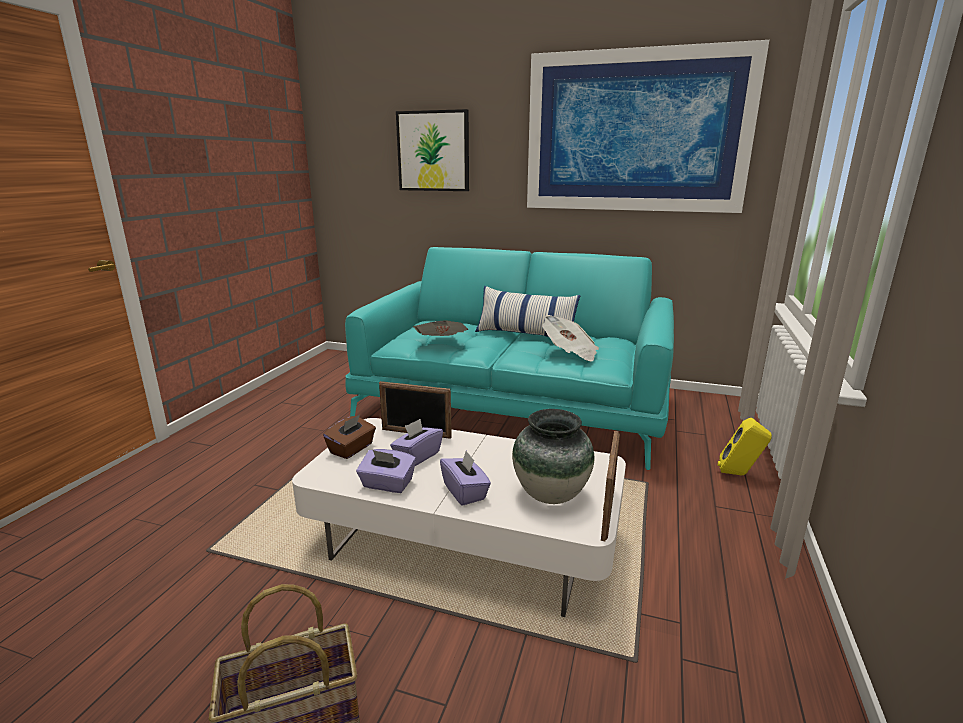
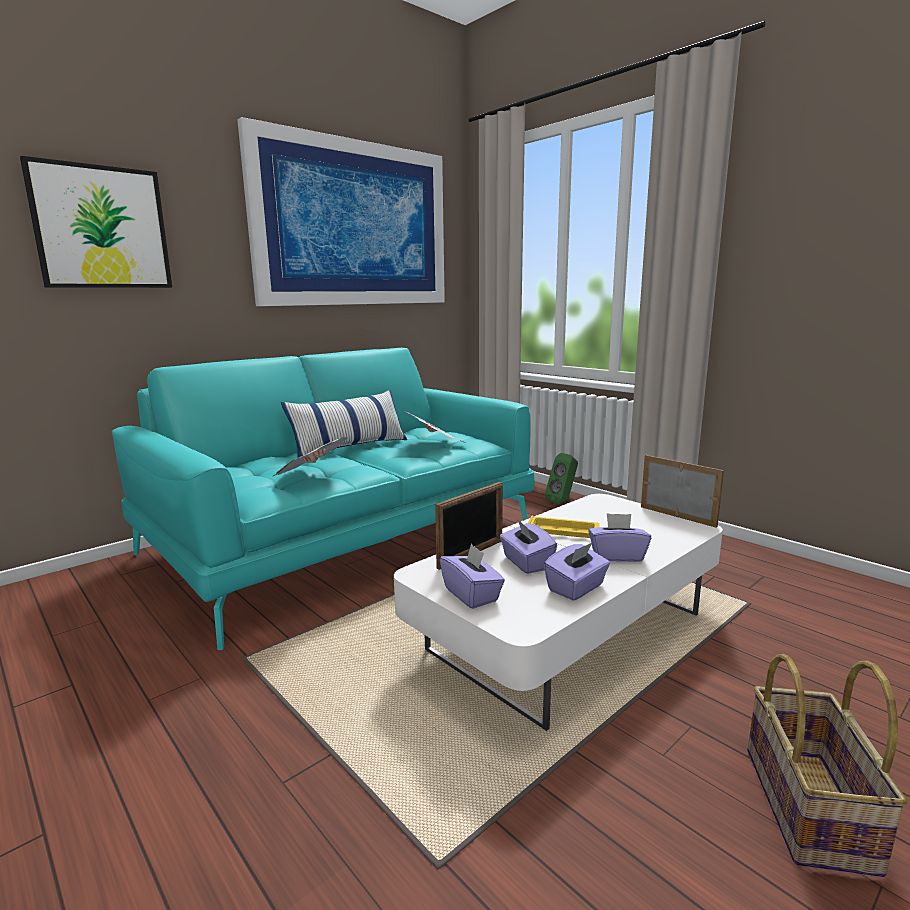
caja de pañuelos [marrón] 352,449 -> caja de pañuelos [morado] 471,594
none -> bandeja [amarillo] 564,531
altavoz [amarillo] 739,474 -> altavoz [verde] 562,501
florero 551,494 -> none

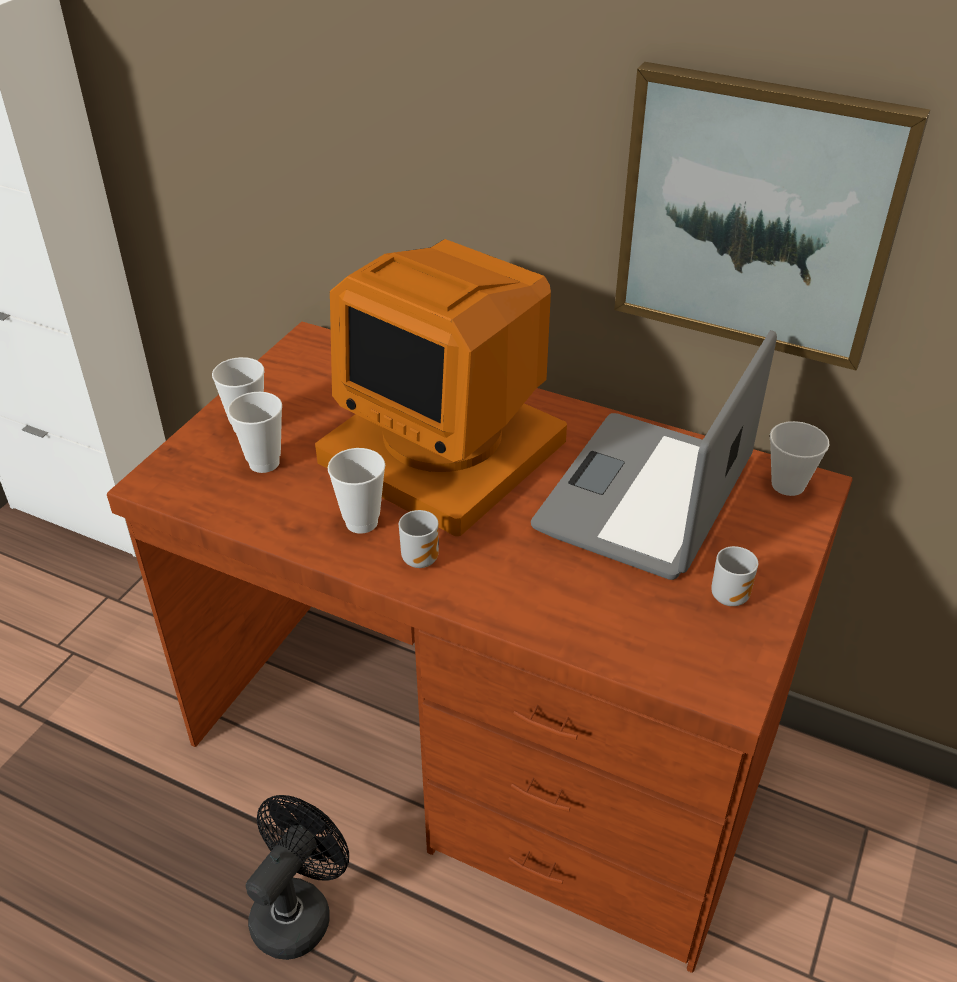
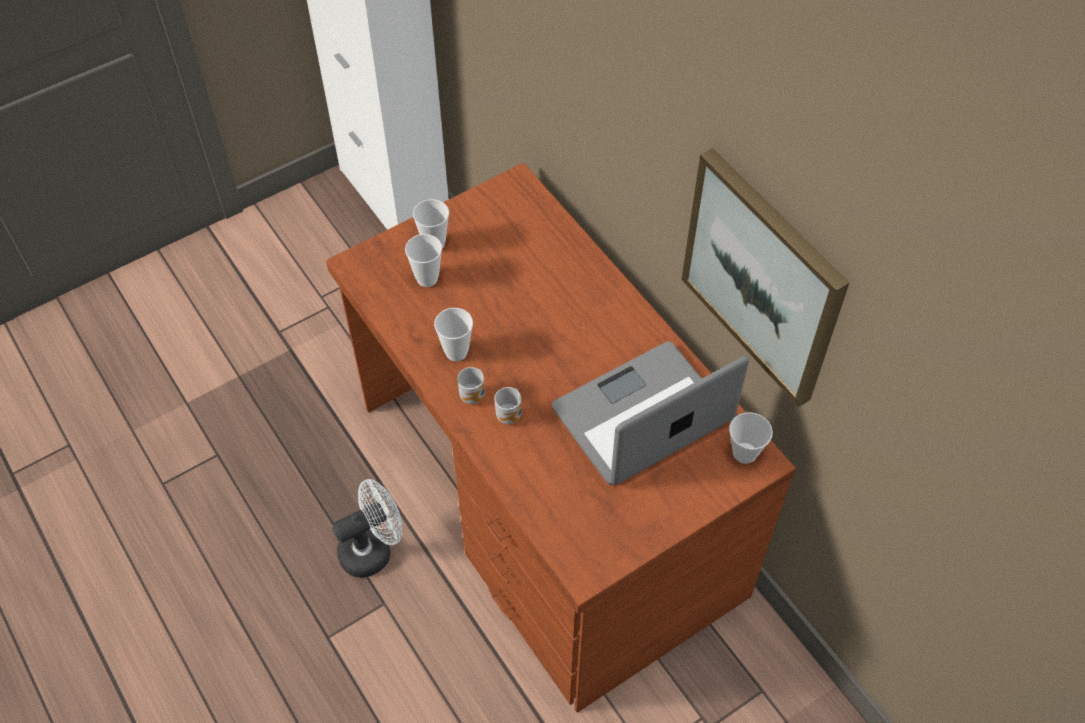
ventilador [negro] 298,909 -> ventilador [blanco] 373,549
taza grande 730,595 -> taza grande 510,415, moved
monitor 446,448 -> none

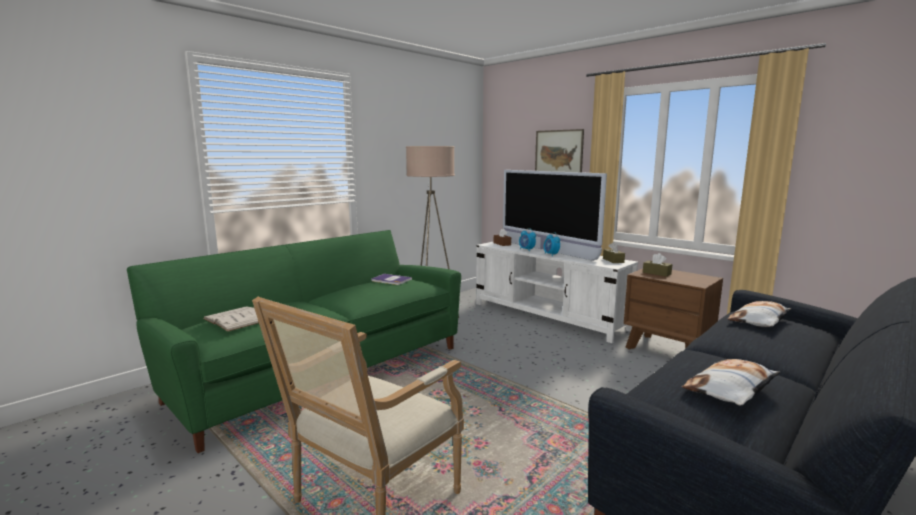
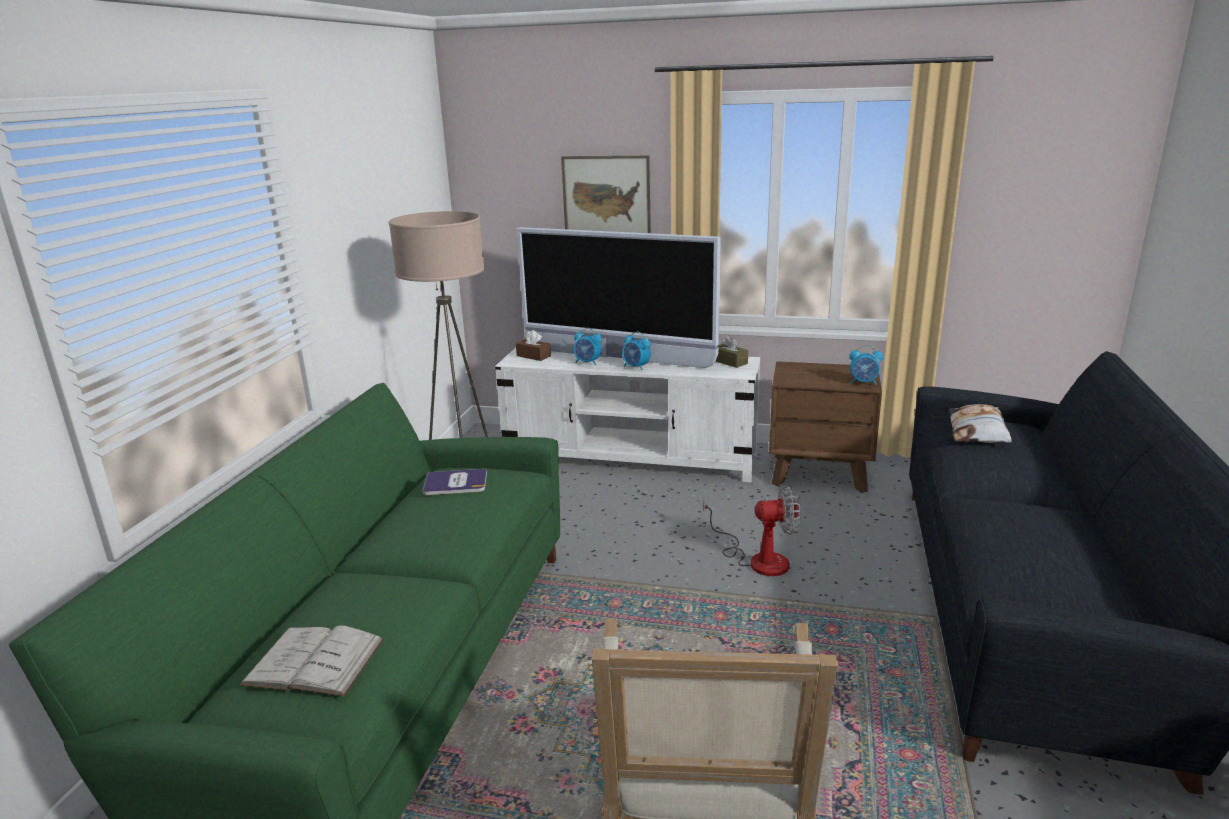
none -> ventilador 758,559
none -> despertador 863,382
caja de pañuelos [marrón] 656,273 -> none
cojín 731,389 -> none

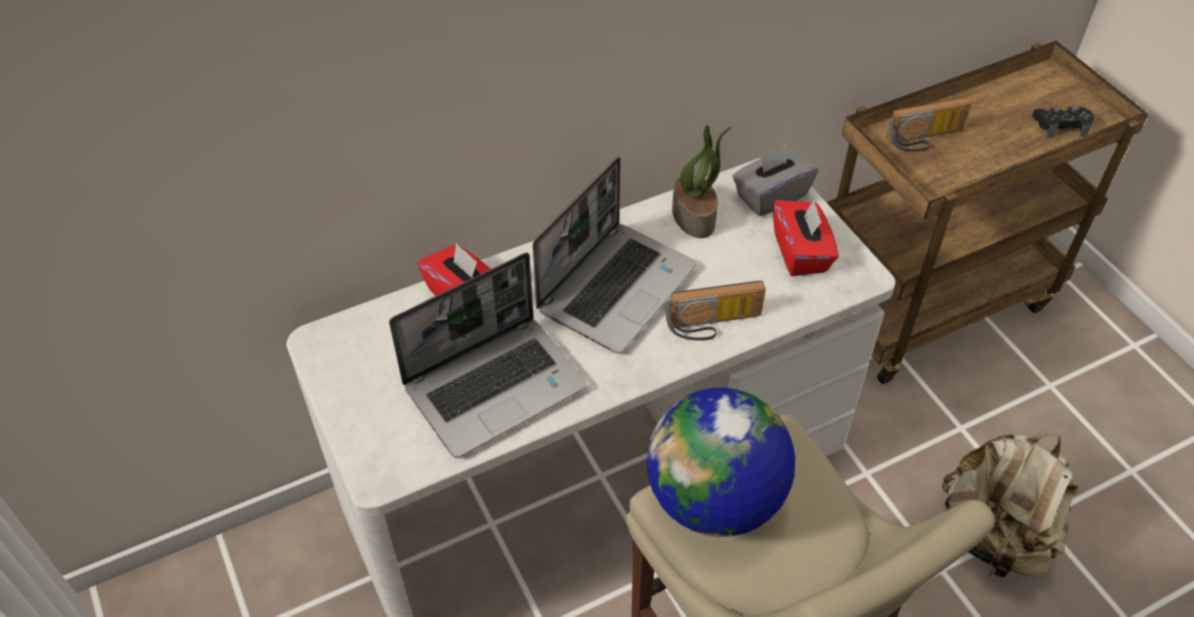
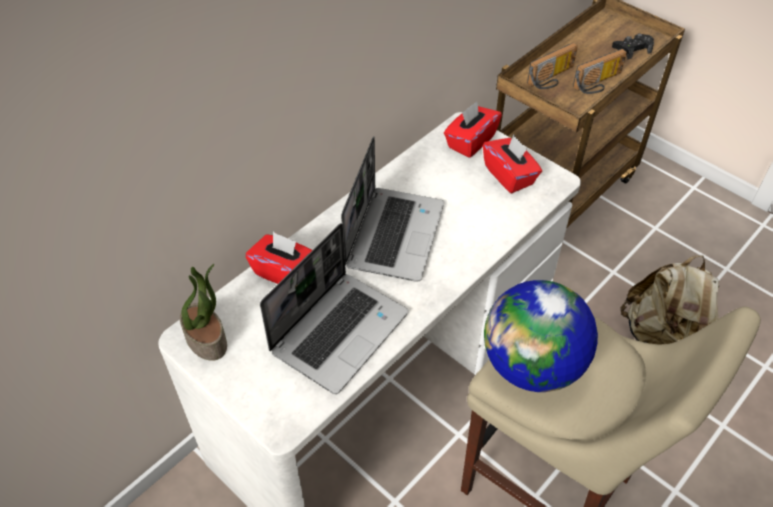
planta en maceta 695,216 -> planta en maceta 207,339, moved
caja de pañuelos [gris] 771,196 -> caja de pañuelos [rojo] 470,141
radio 714,325 -> radio 599,84, moved

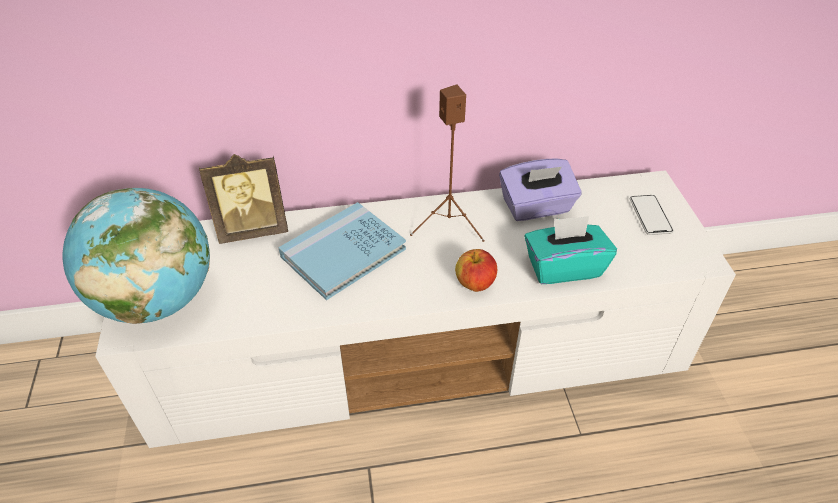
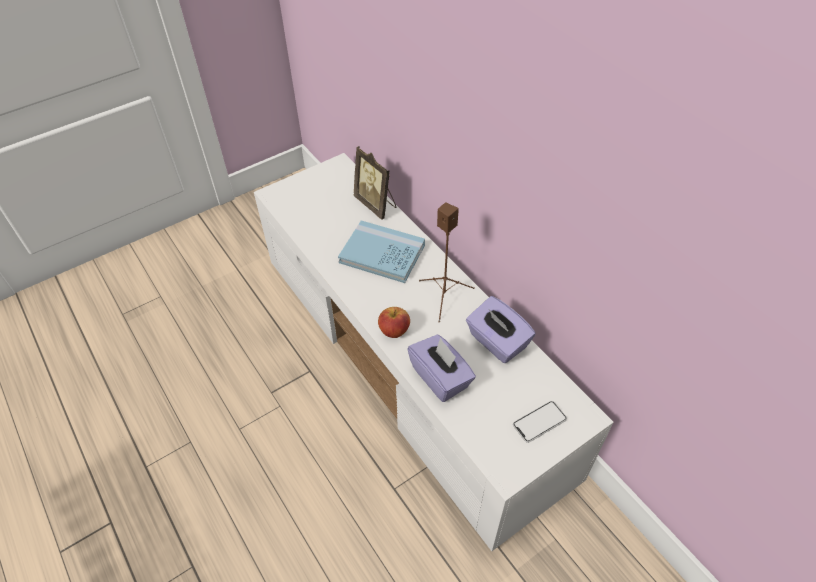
caja de pañuelos [turquesa] 563,267 -> caja de pañuelos [morado] 440,377
globo terráqueo 158,300 -> none

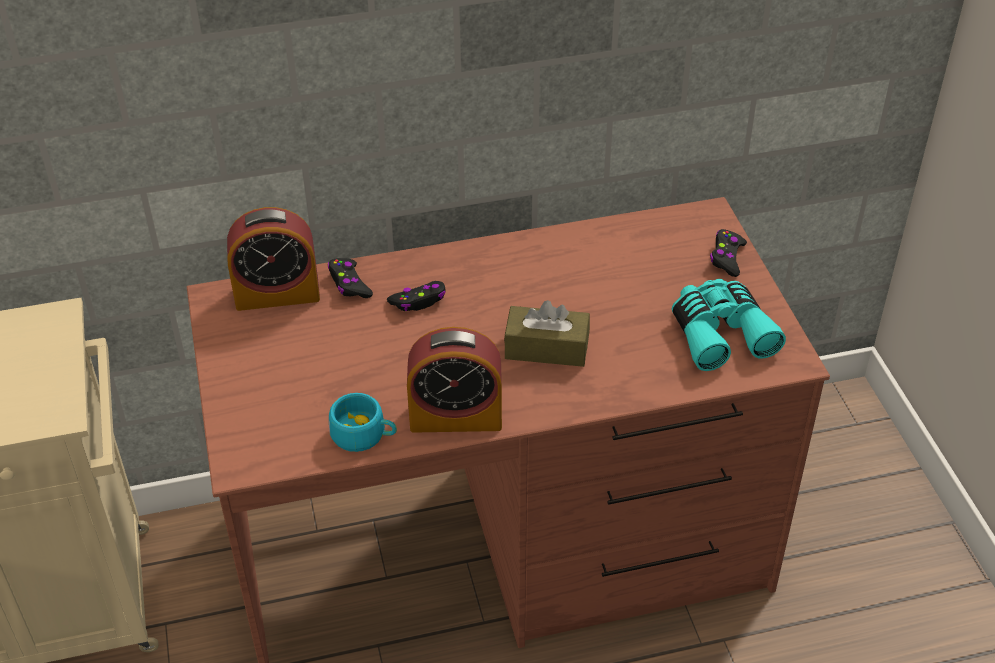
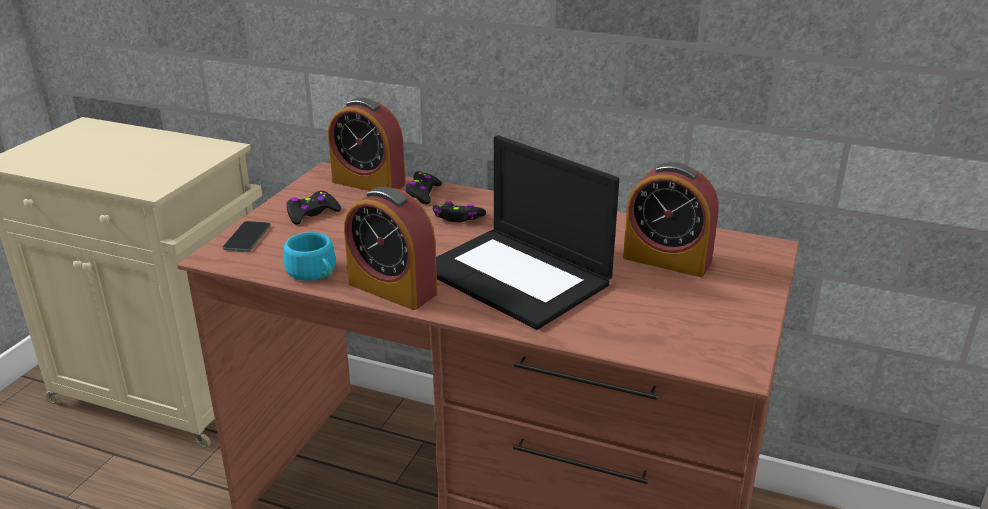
none -> móvil 247,237
mando de consola [negro] 727,258 -> mando de consola [negro] 312,214, moved
caja de pañuelos [marrón] 546,348 -> portátil 518,277
none -> despertador 667,260
prismáticos [turquesa] 720,333 -> none

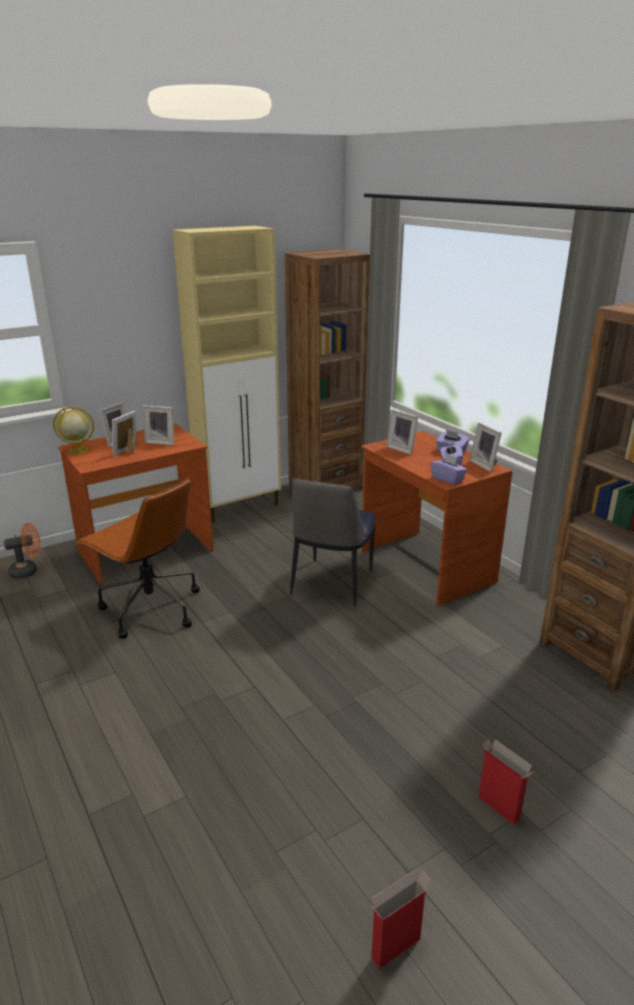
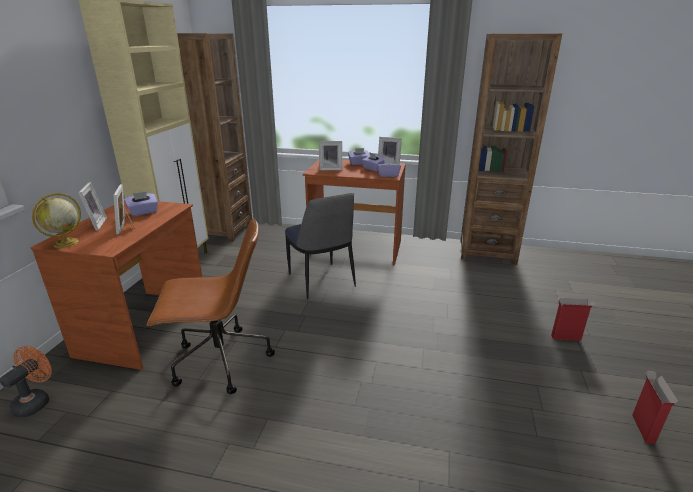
portarretratos 161,441 -> caja de pañuelos [morado] 143,212

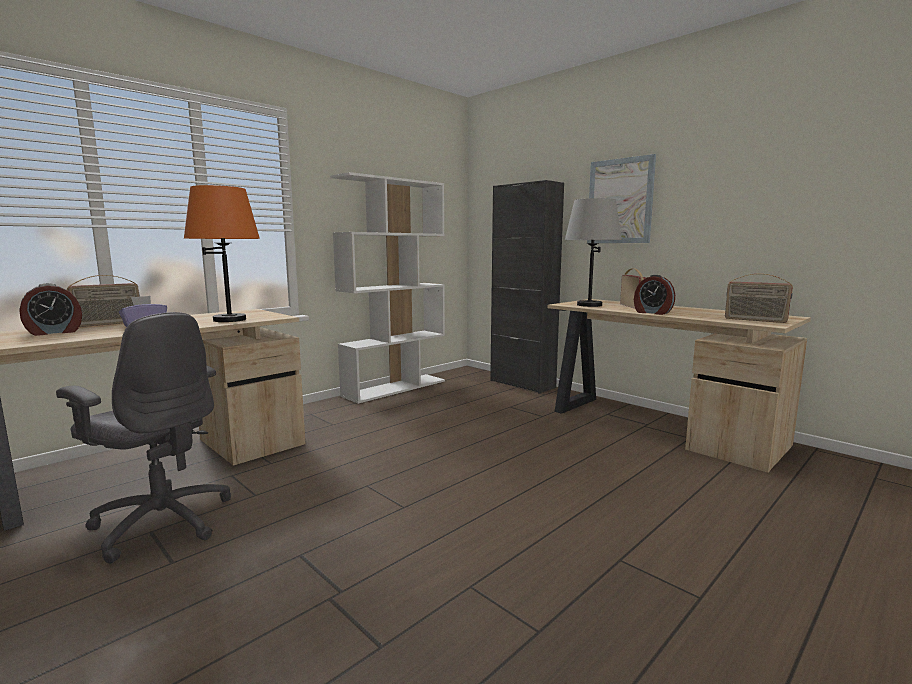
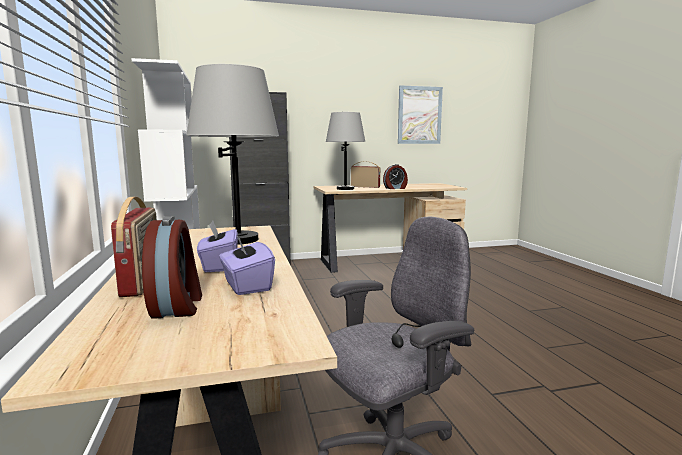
lámpara de mesa [naranja] 230,319 -> lámpara de mesa [gris] 238,240
none -> caja de pañuelos [morado] 246,285
cuadro 620,201 -> cuadro 419,115, moved
radio 755,320 -> none

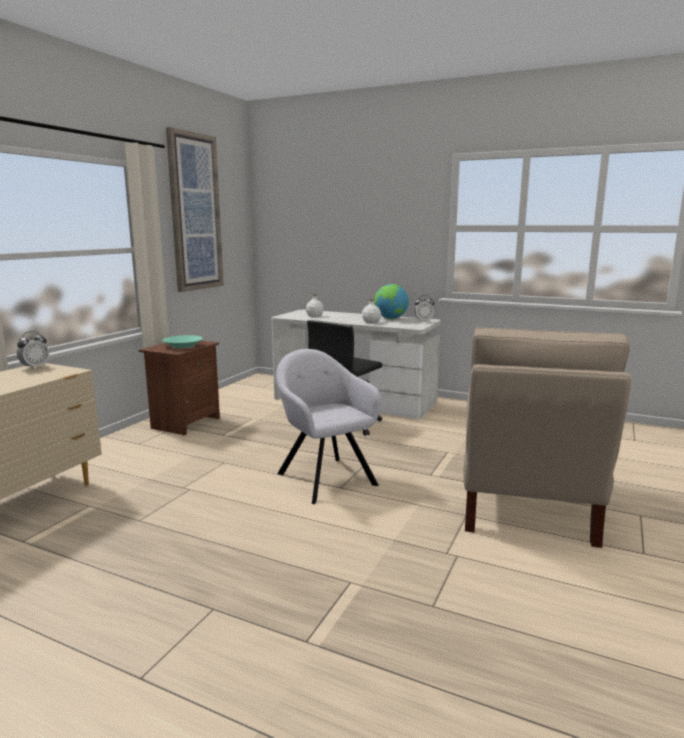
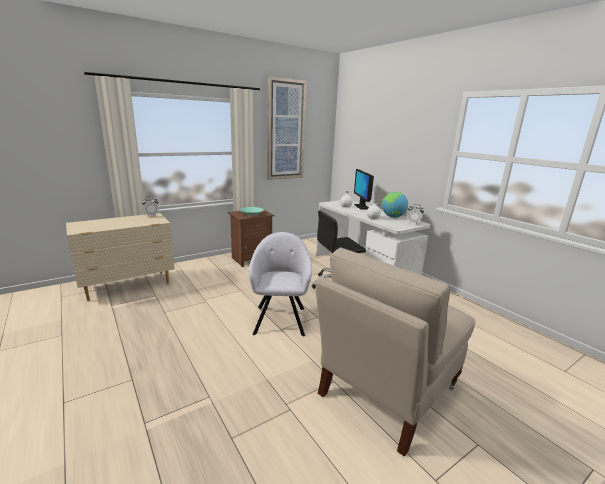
none -> monitor 362,207

